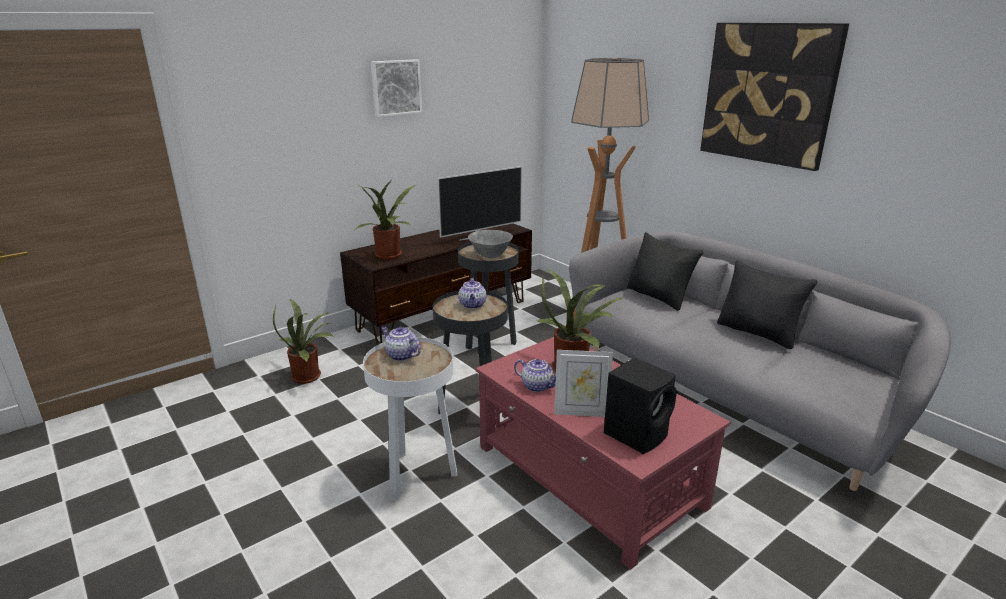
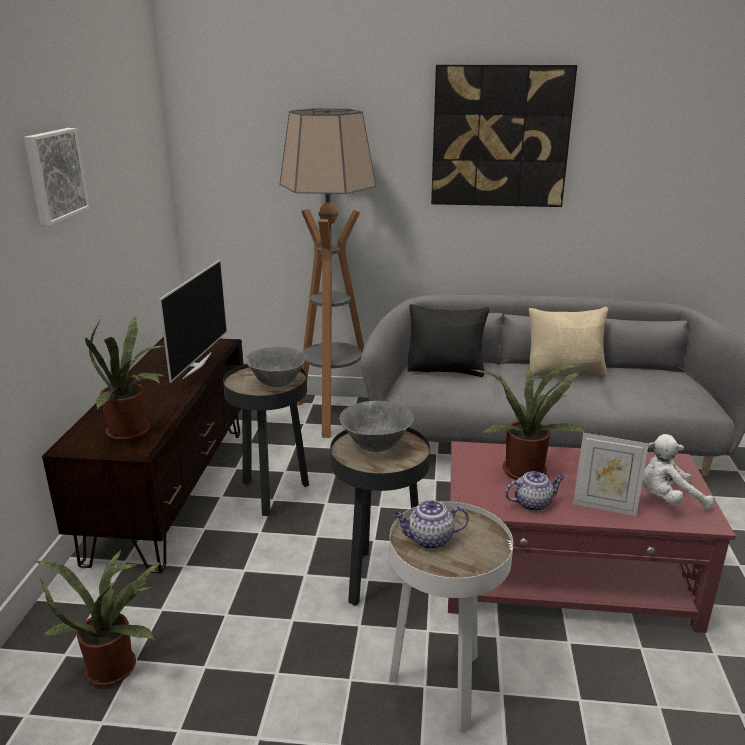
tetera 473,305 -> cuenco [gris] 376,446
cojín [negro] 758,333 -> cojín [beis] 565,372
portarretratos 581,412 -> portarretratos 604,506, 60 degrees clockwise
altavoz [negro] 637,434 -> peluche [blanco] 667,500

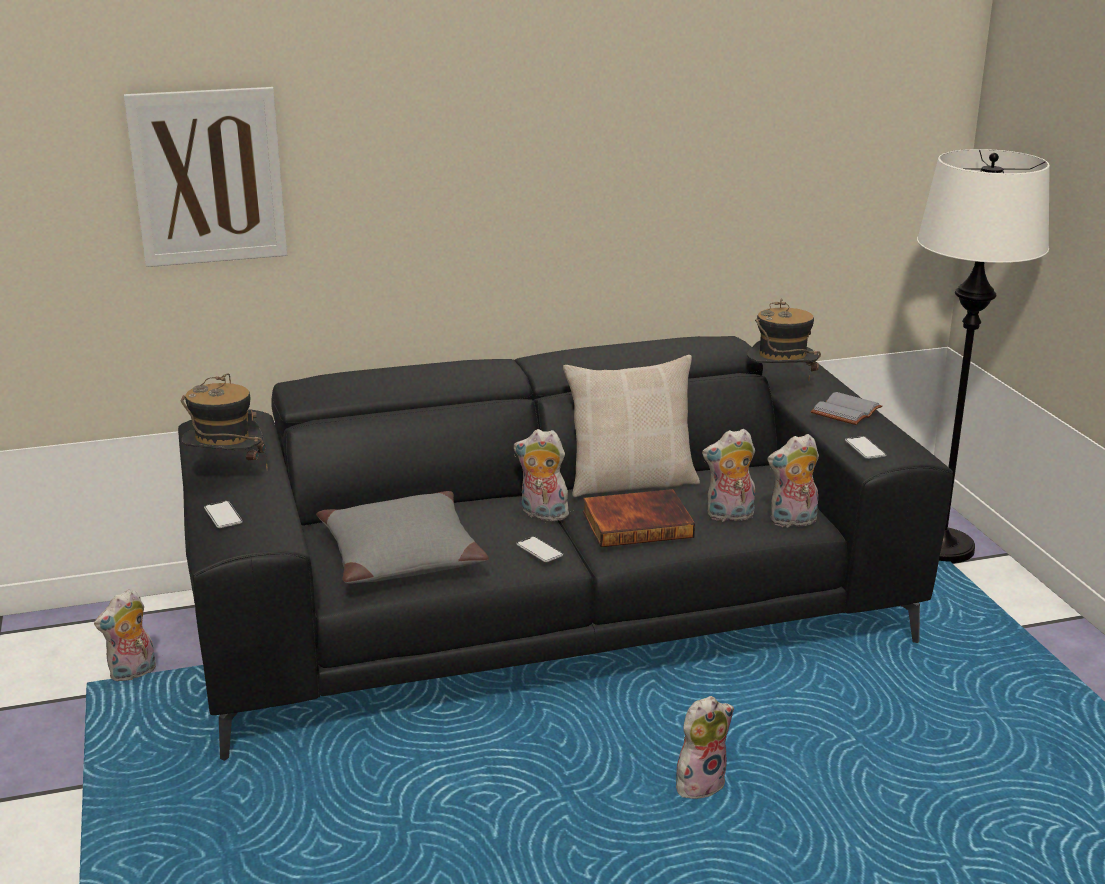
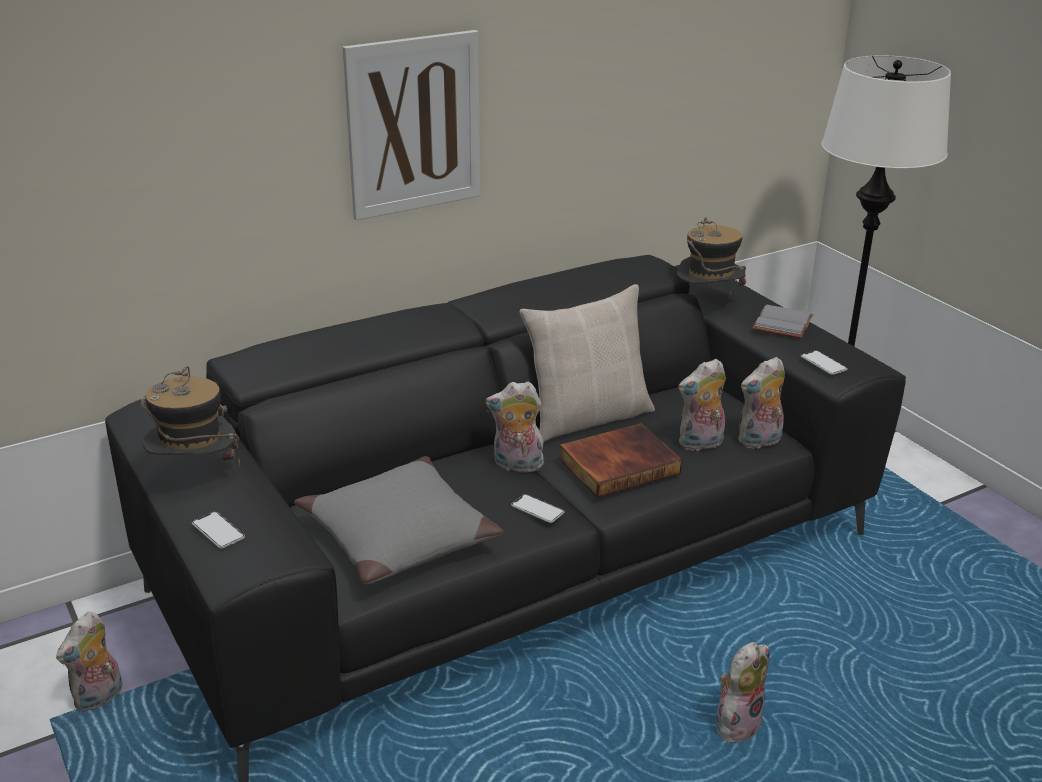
cuadro 208,177 -> cuadro 413,125, moved

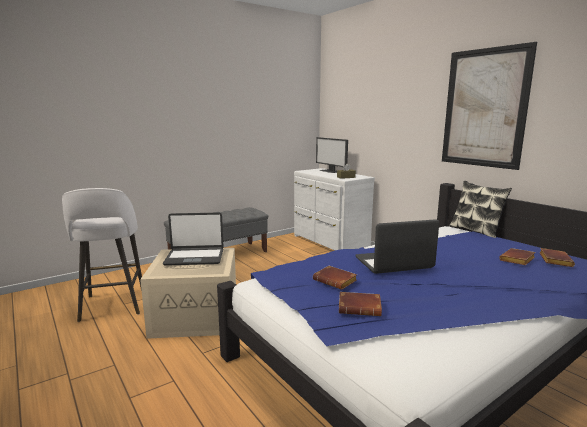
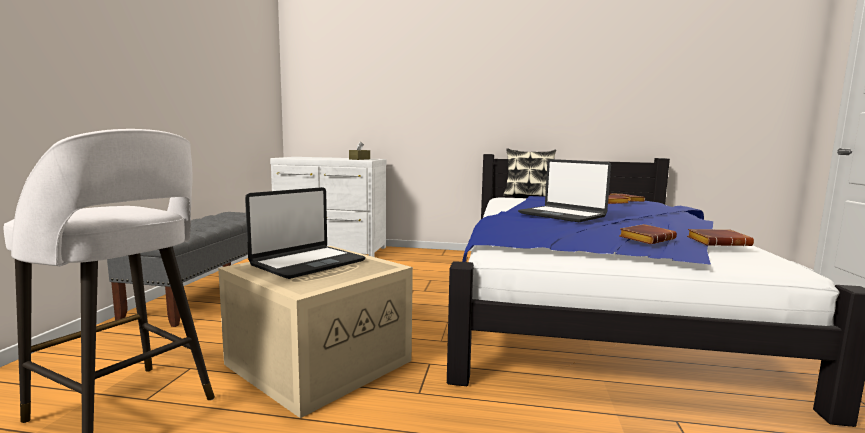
portátil 394,263 -> portátil 562,215, 75 degrees counterclockwise
libro [marrón] 336,281 -> libro [marrón] 718,242, moved
monitor 331,171 -> none
cuadro 484,108 -> none

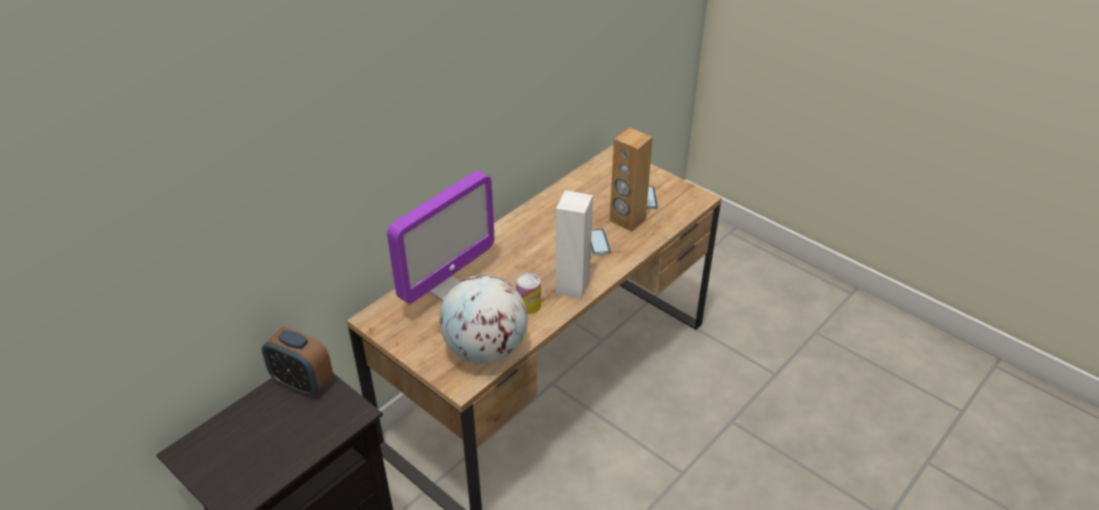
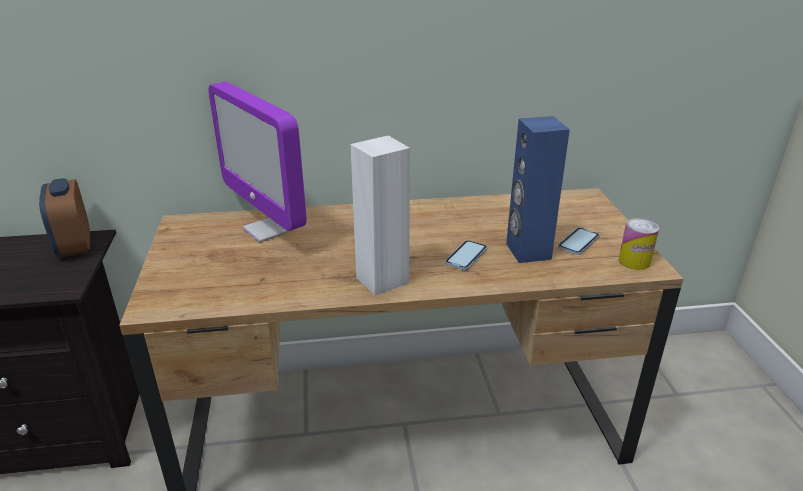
monitor 447,289 -> monitor 269,229, 60 degrees clockwise
altavoz [marrón] 627,220 -> altavoz [azul] 527,251
lata 528,305 -> lata 634,261, moved
globo terráqueo 485,349 -> none

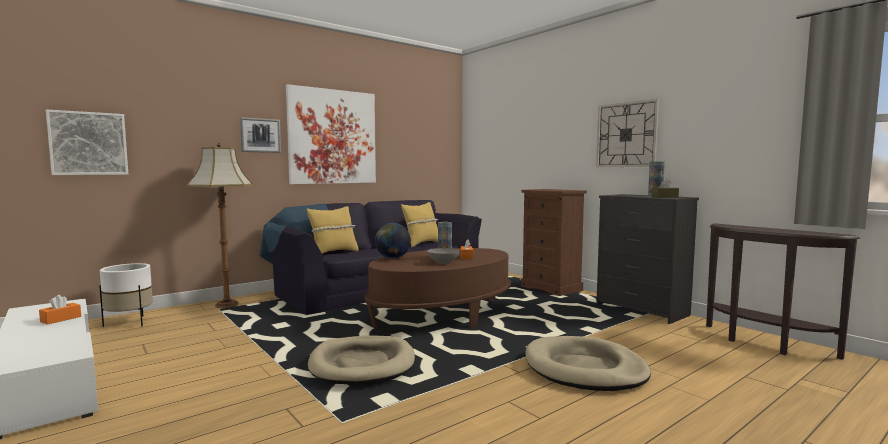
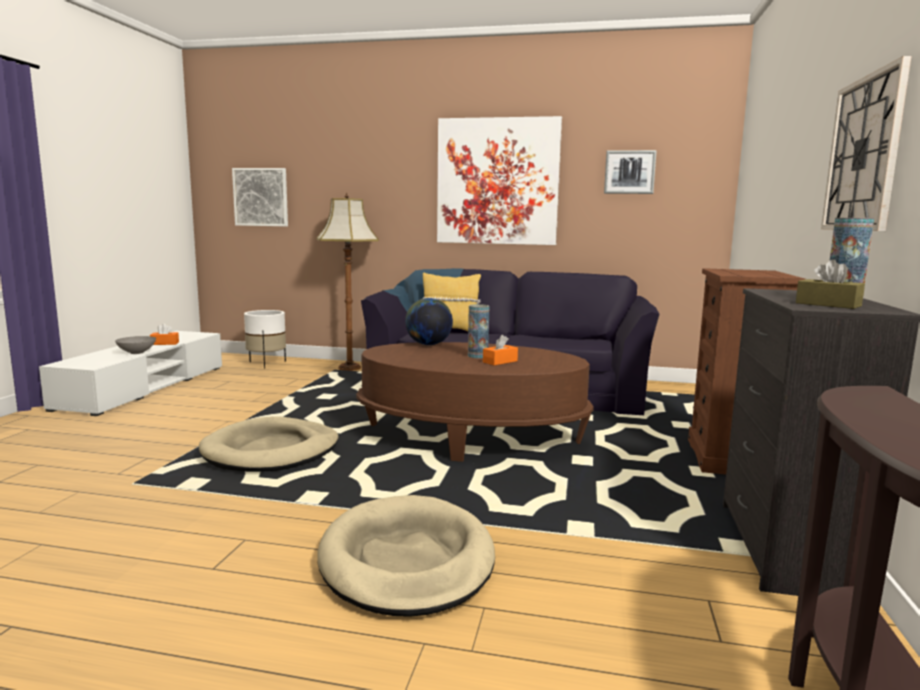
cuenco [gris] 443,262 -> cuenco [gris] 137,353, moved
cuadro 260,135 -> cuadro 629,172, moved
cojín [amarillo] 421,244 -> none

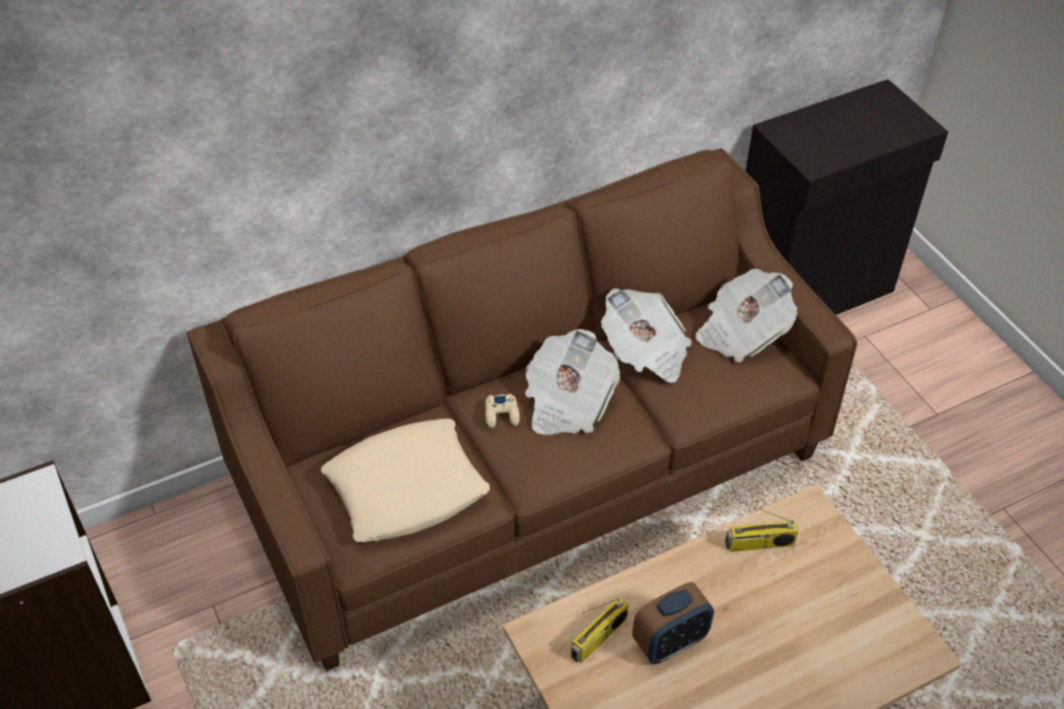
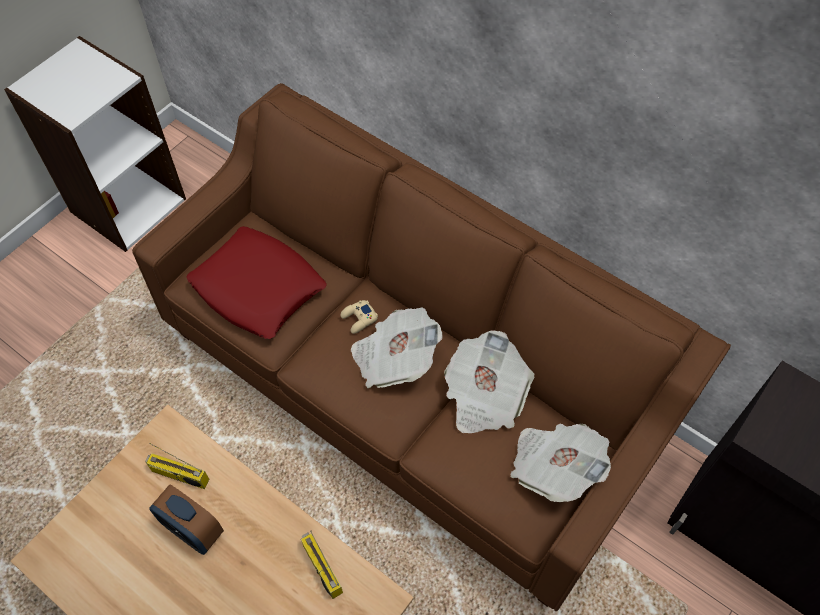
cojín [beis] 407,488 -> cojín [rojo] 258,288

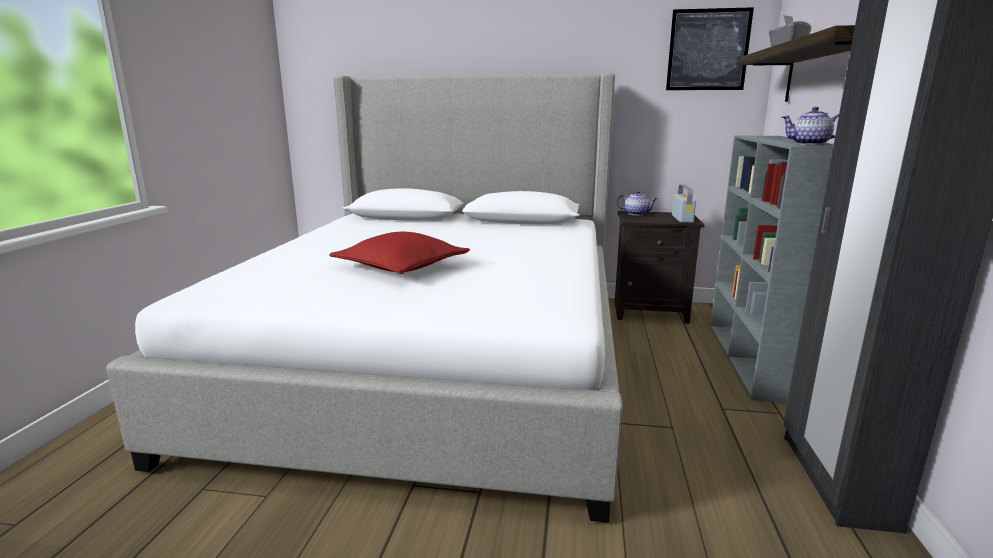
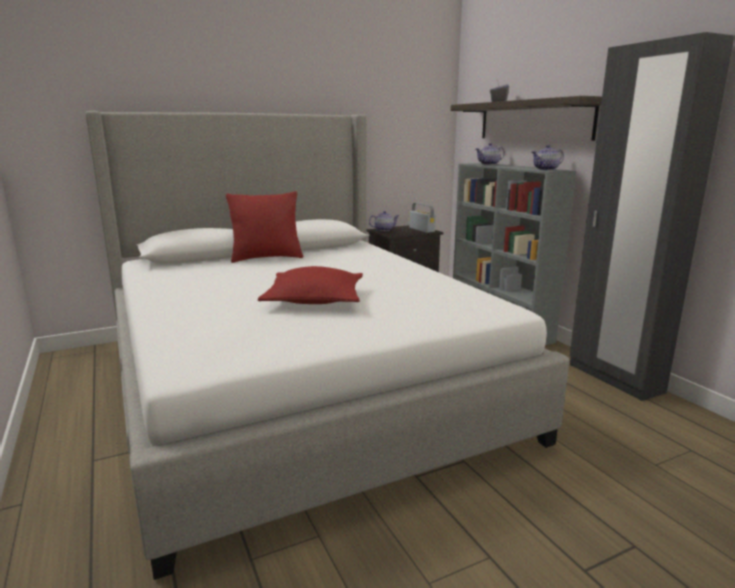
none -> cojín [rojo] 267,258
none -> tetera 489,164
cuadro 708,50 -> none

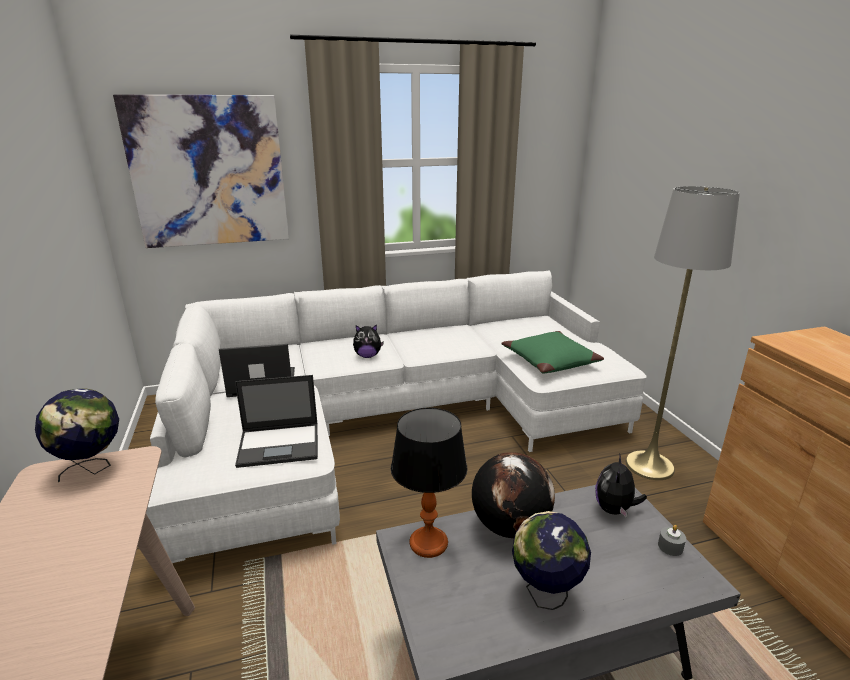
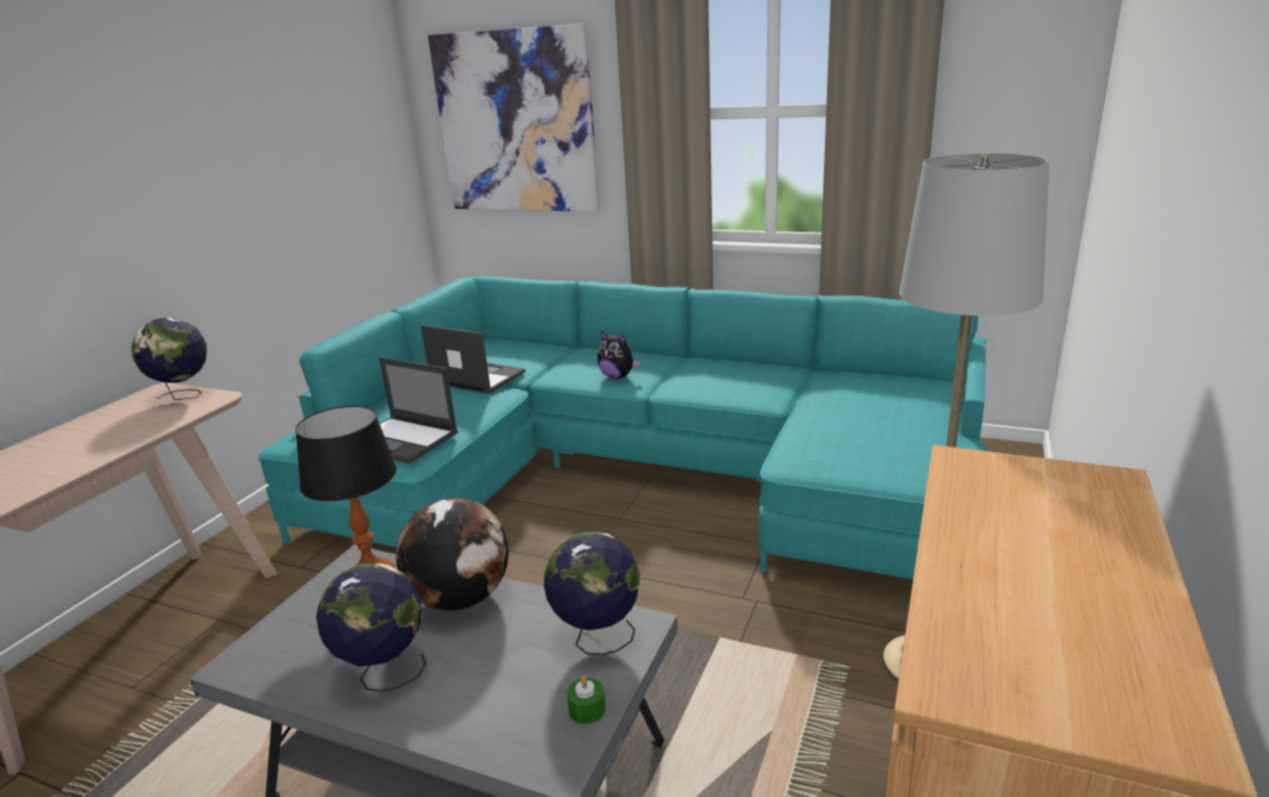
sofá [blanco] 391,421 -> sofá [turquesa] 641,474
peluche 614,509 -> globo terráqueo 597,639
vela [gris] 670,547 -> vela [verde] 587,709
cojín [verde] 549,361 -> none

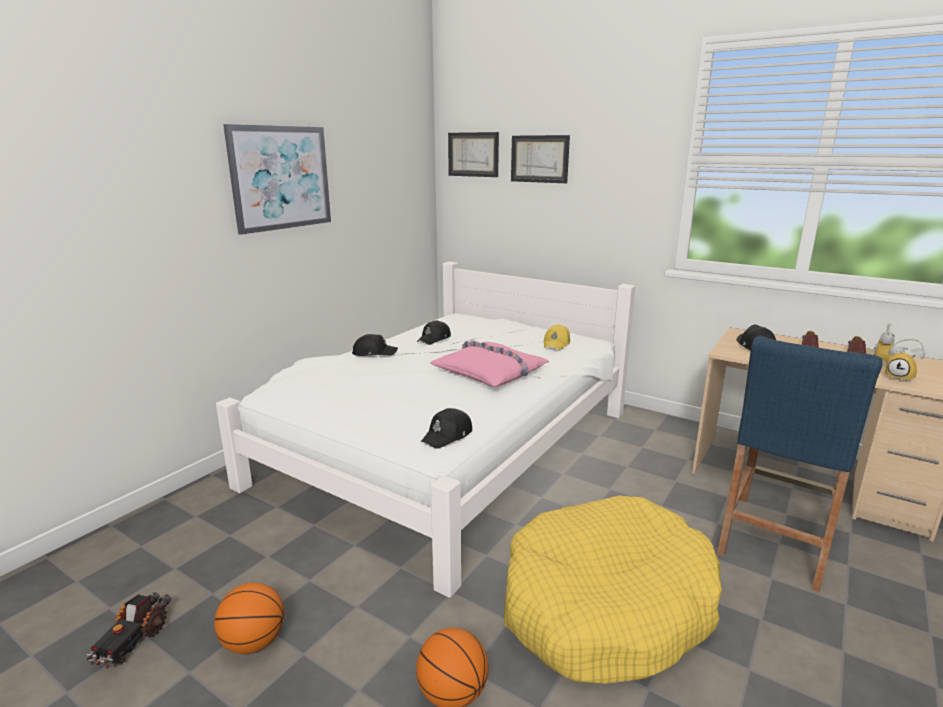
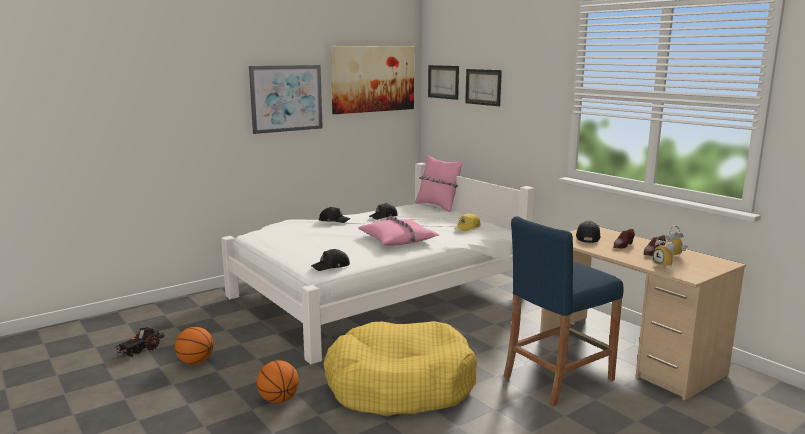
none -> cuadro 373,79
none -> cojín [rosa] 438,206

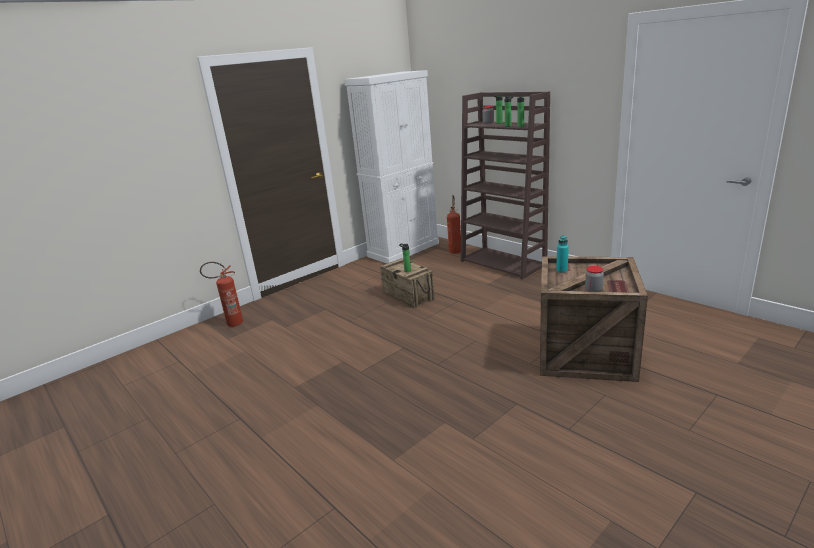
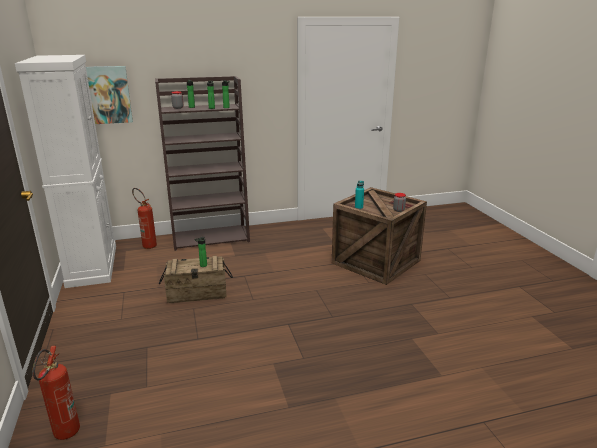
none -> cuadro 106,95

